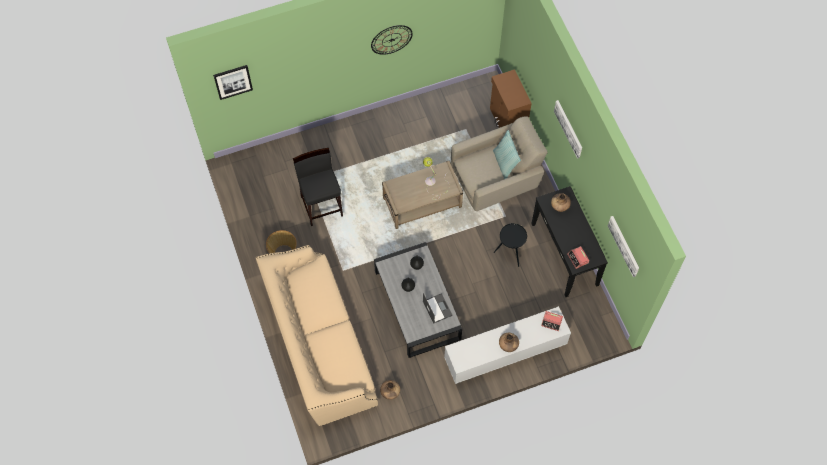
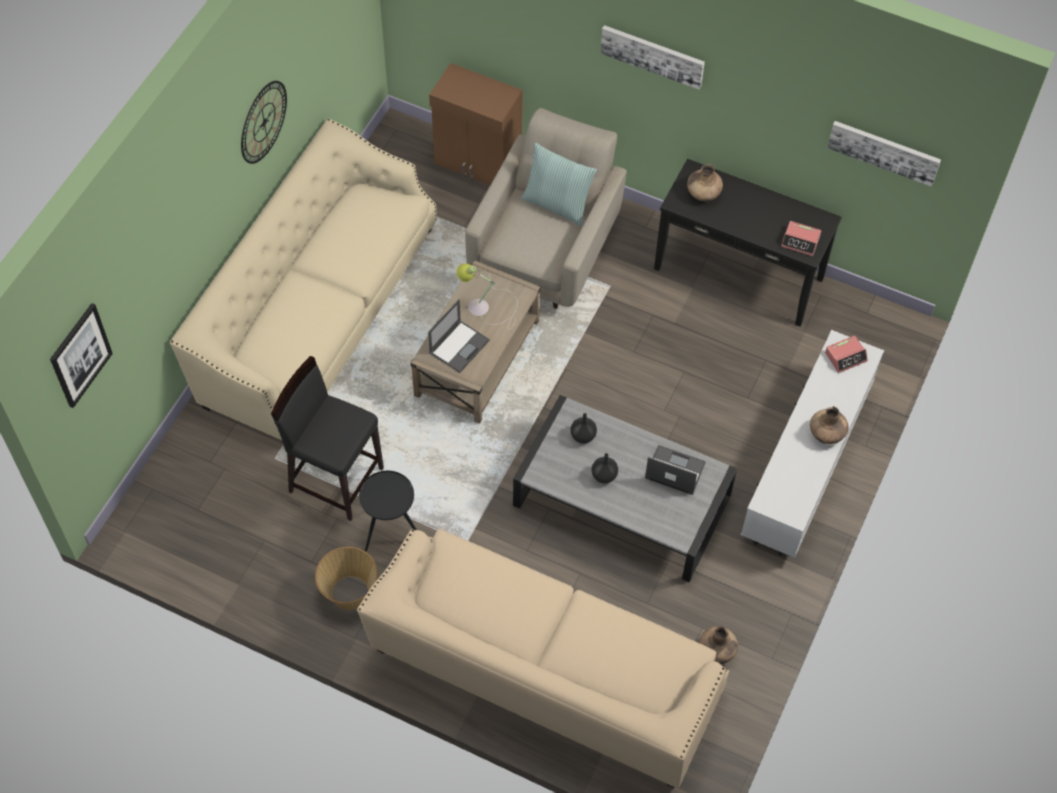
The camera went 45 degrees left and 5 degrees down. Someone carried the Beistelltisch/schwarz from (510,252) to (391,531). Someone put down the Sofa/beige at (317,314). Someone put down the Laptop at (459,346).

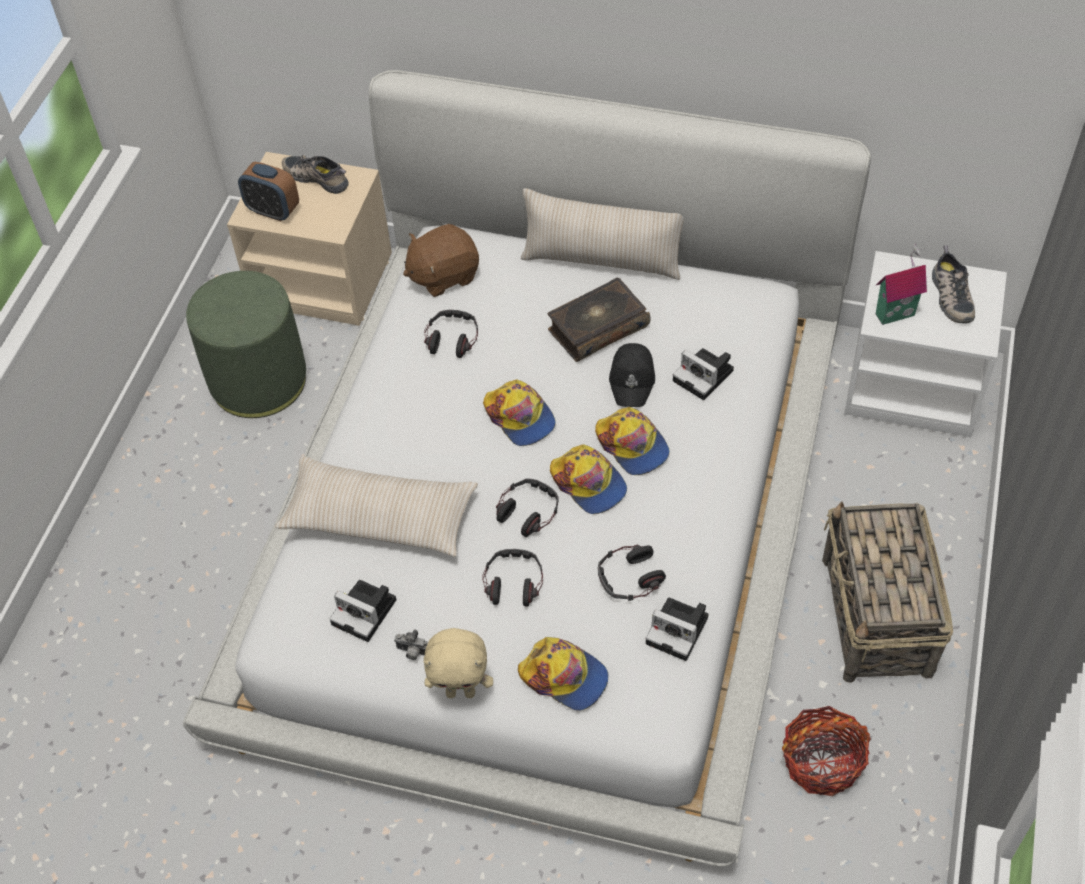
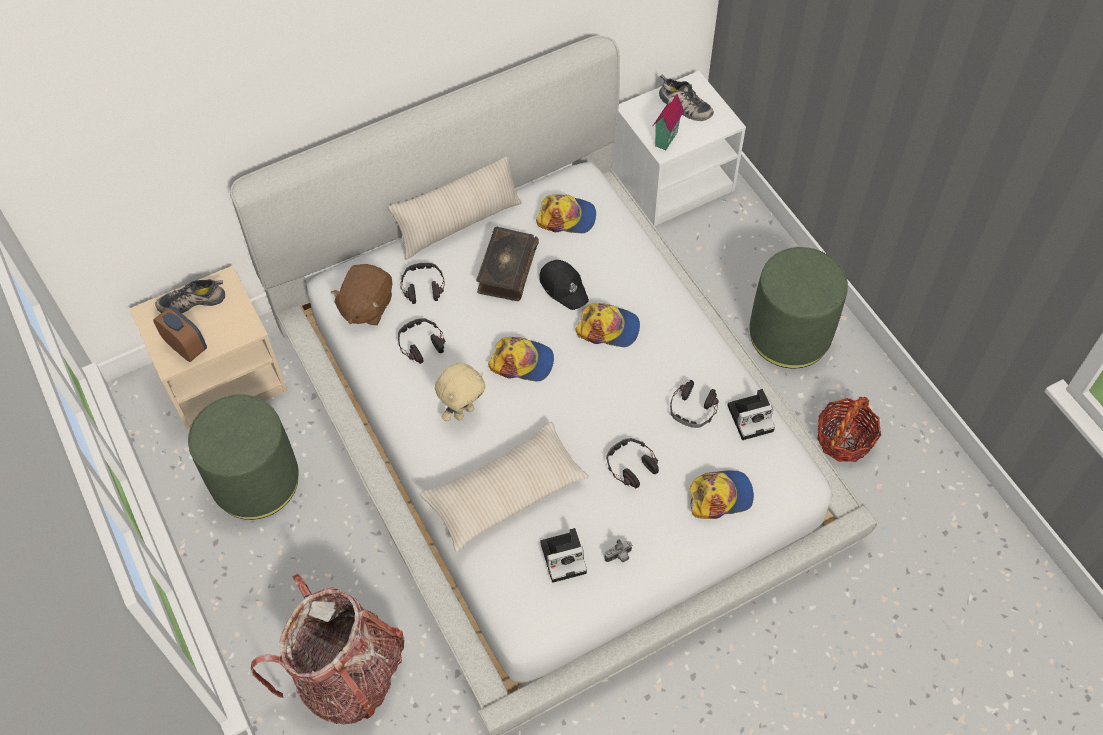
The camera went 45 degrees left and 5 degrees up. Someone rotated the Wecker at (273,211) by 120 degrees counterclockwise. Someone carried the Plüschtier/beige from (461,692) to (463,412). Someone carried the Kopfhörer from (527,511) to (423,286). Someone carried the Kappe from (589,483) to (567,217). Someone took away the Kamera at (705,376). Someone swapped the Korb at (876,617) for the Polsterhocker/grün at (790,334). Someone put down the Rucksack at (347,674).

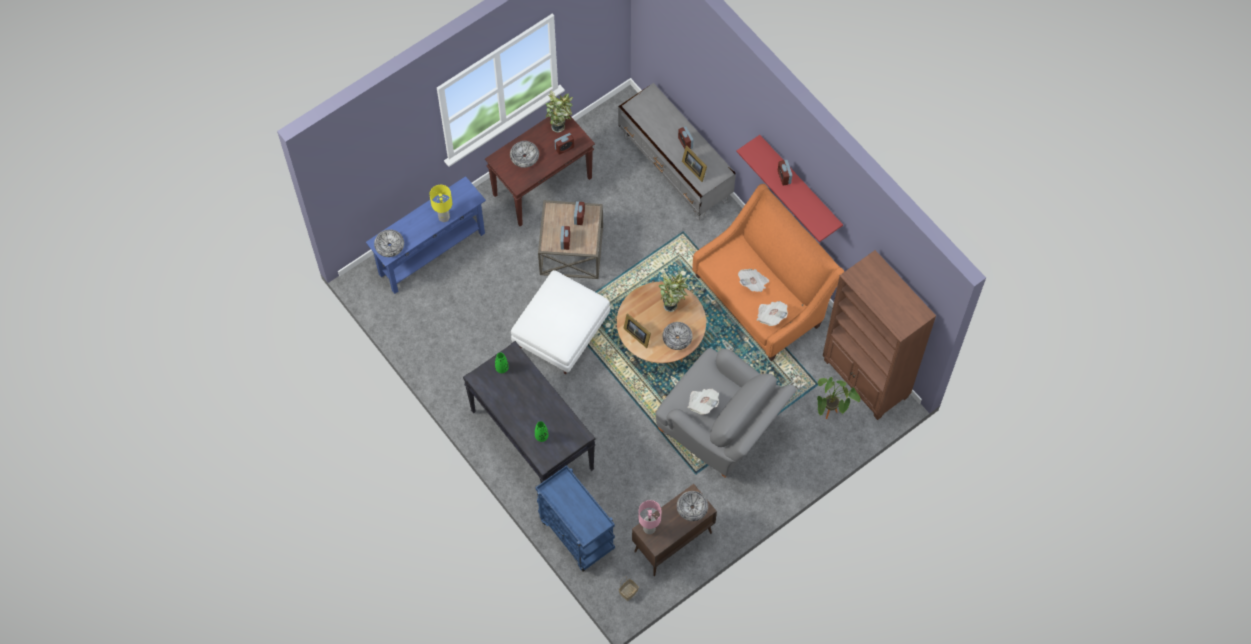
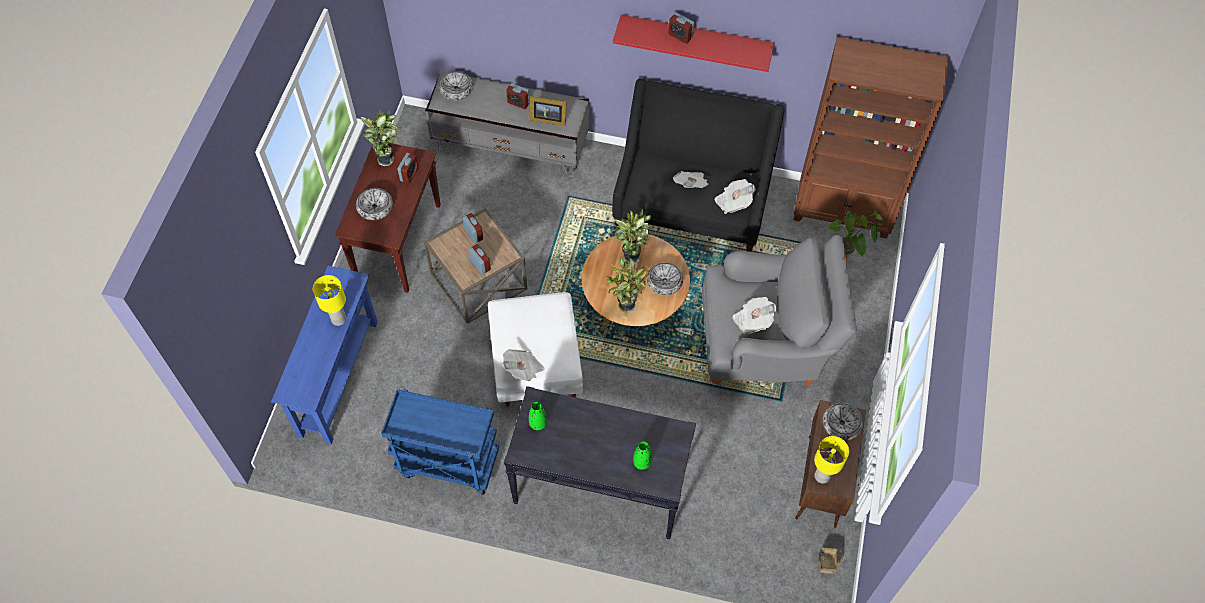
The camera went 40 degrees left and 5 degrees down. Someone carried the Schüssel from (389,245) to (456,89). Someone carried the Rollwagen/blau from (575,533) to (447,464). Someone swapped the Bilderrahmen at (637,334) for the Topfpflanze at (624,304). Someone repainted the Tischlampe/rosa at (649,528), which became the Tischlampe/gelb at (821,476). Someone repainted the Sofa/orange at (763,297), which became the Sofa/schwarz at (691,203). Someone put down the Zeitung at (523,369).

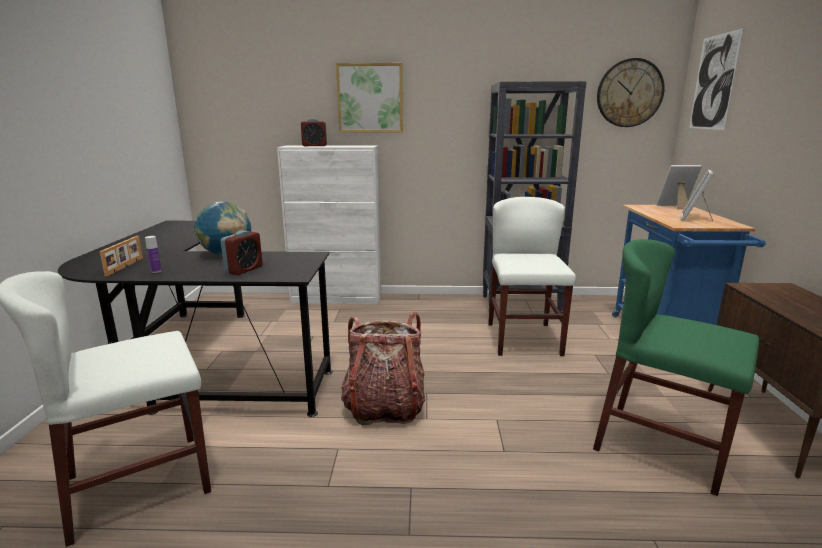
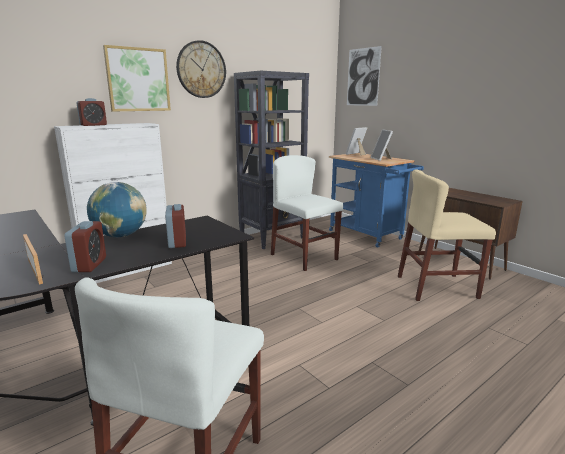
The camera went 40 degrees left and 0 degrees up. Someone swapped the Flasche at (156,271) for the Wecker at (89,265). Someone took away the Rucksack at (384,407). Someone repainted the Stuhl/grün at (661,446), which became the Stuhl/beige at (436,287). Someone carried the Wanduhr from (629,93) to (201,69).

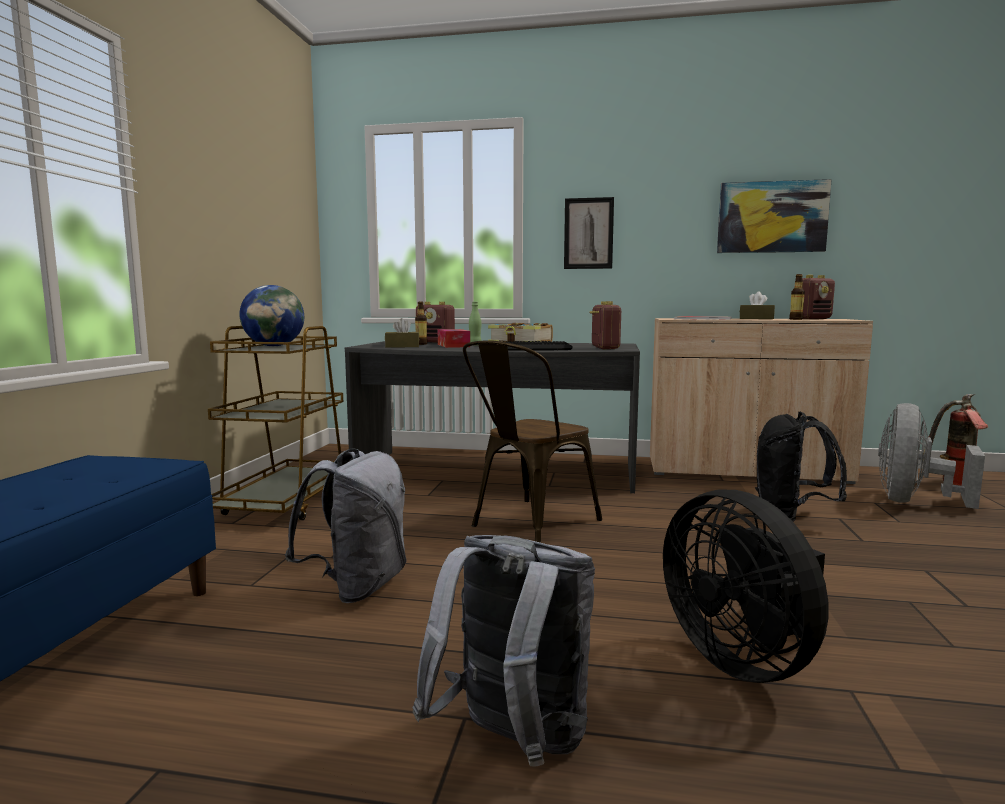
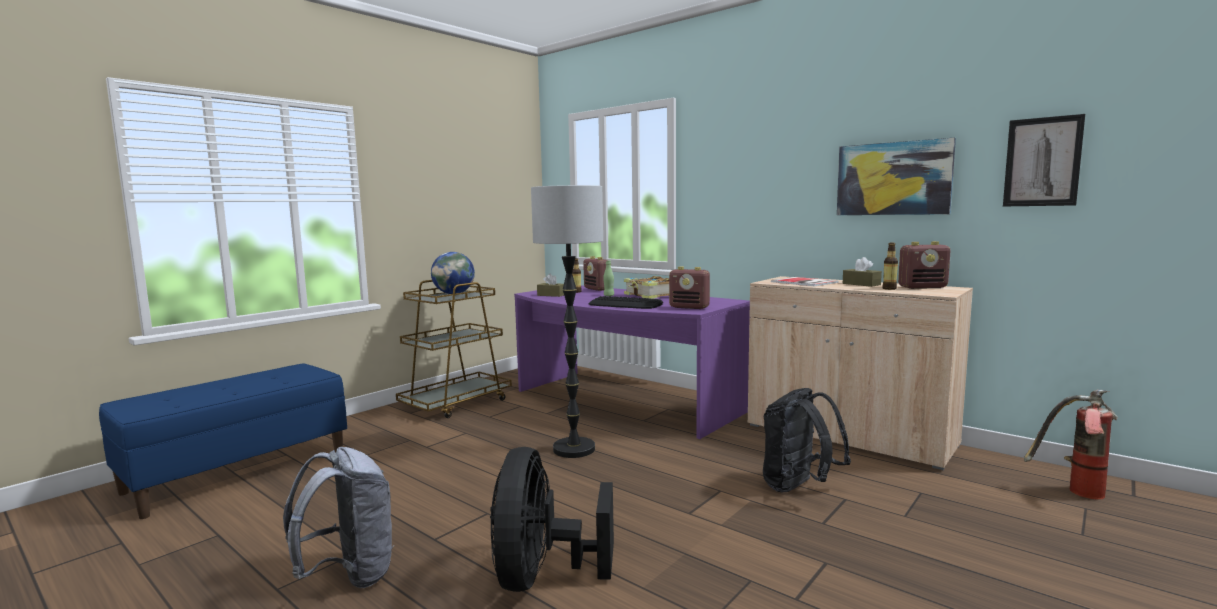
The camera went 30 degrees right and 0 degrees up. Someone took away the Rucksack/grau at (357,587). Someone repainted the Schreibtisch/grau at (495,473), which became the Schreibtisch/lila at (622,402). Someone took away the Taschentuchbox at (453,345). Someone swapped the Stuhl/braun at (528,524) for the Stehlampe at (573,449). Someone carried the Bild from (588,233) to (1042,162). Someone rotated the Radio at (605,348) by 90 degrees clockwise. Someone took away the Ventilator/grau at (913,501).

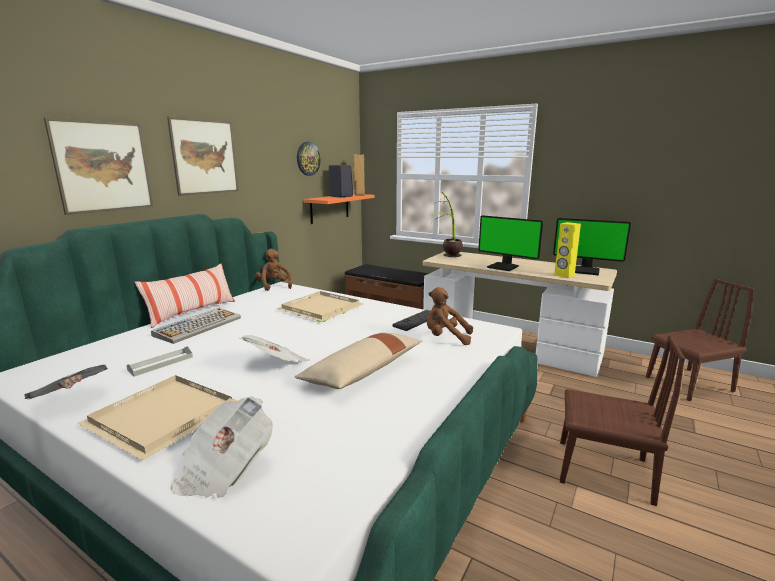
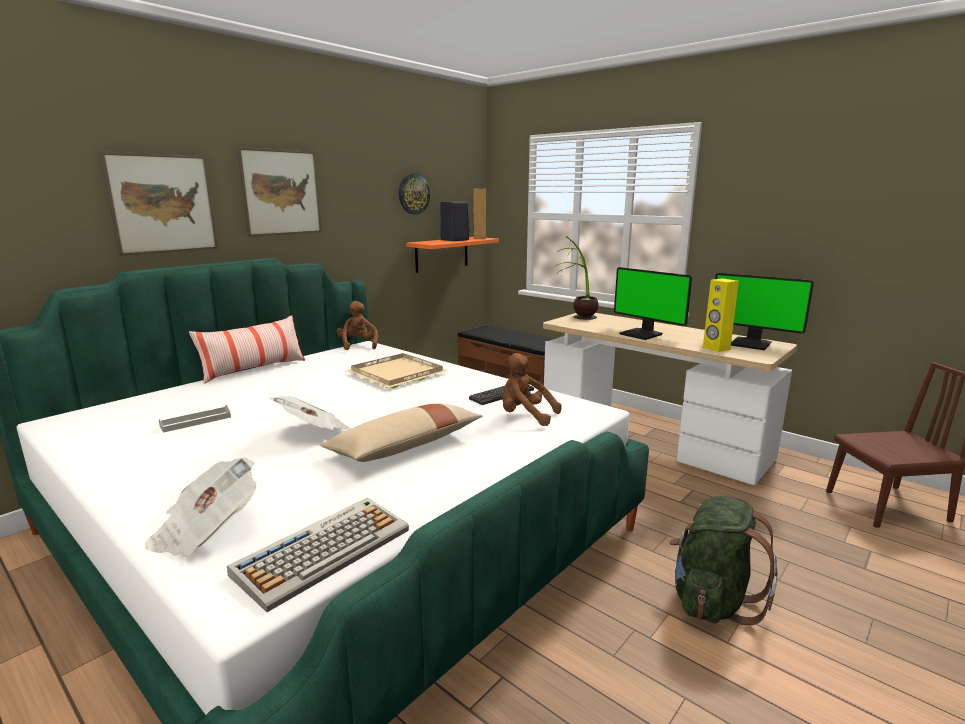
The camera went 10 degrees right and 0 degrees up. Someone took away the Zeitung at (71,399). Someone took away the Tablett/beige at (167,416). Someone carried the Tastatur from (198,326) to (324,550). Someone swapped the Stuhl/braun at (603,470) for the Rucksack/grün at (712,600).

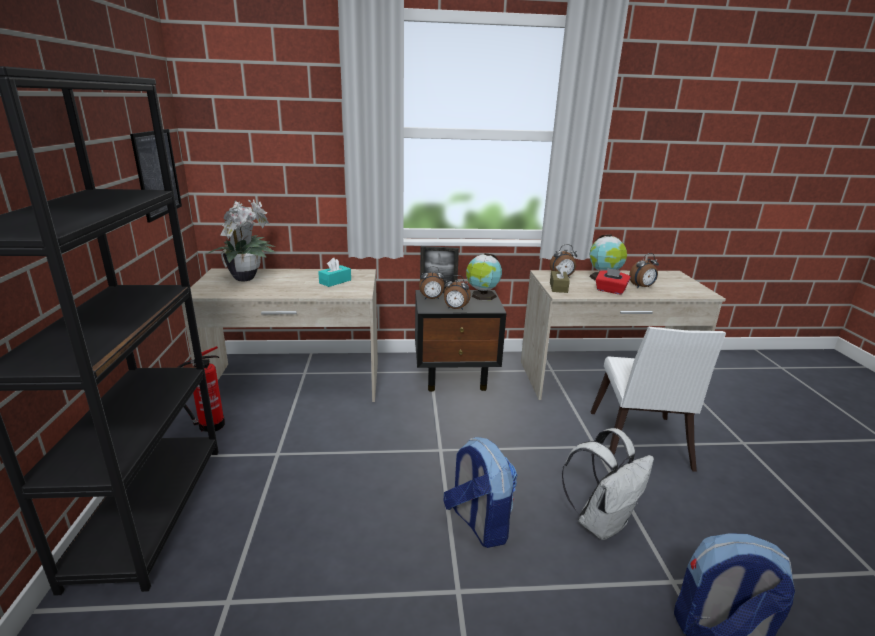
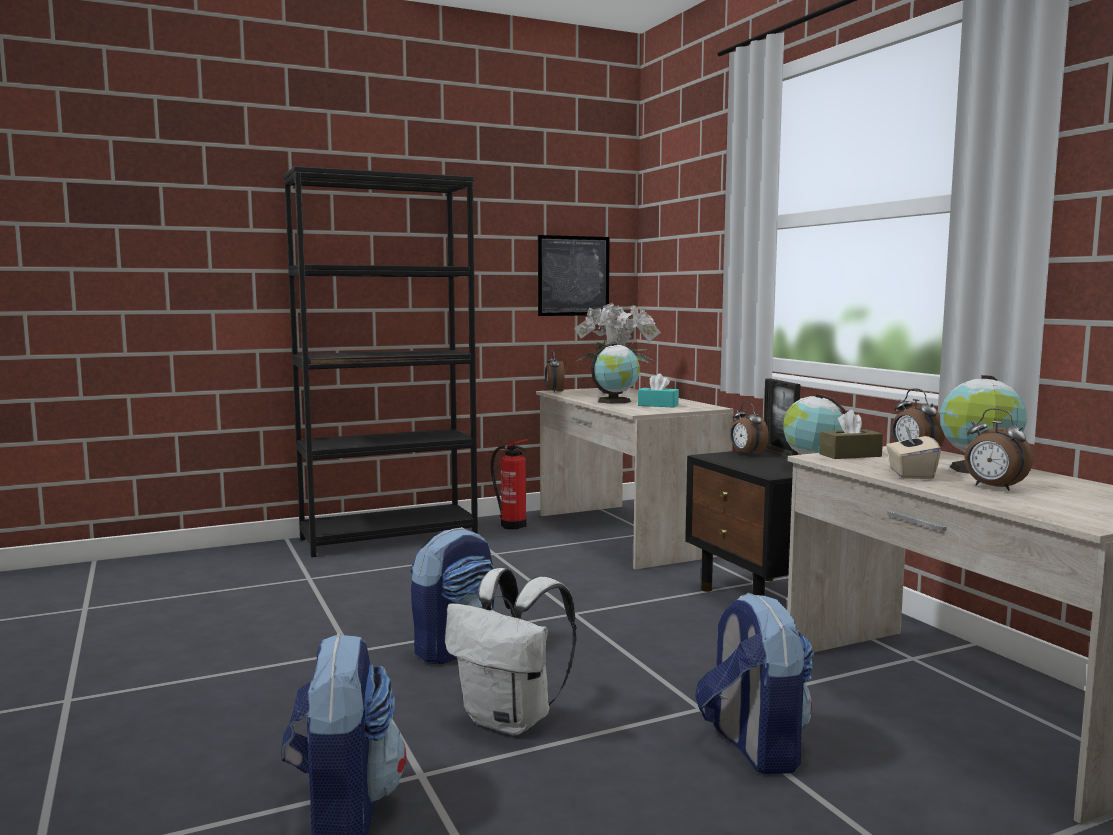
The camera went 70 degrees right and 15 degrees down. Someone carried the Wecker from (455,309) to (554,391). Someone swapped the Stuhl/weiß at (638,445) for the Rucksack at (753,747). Someone repainted the Taschentuchbox/rot at (610,290), which became the Taschentuchbox/beige at (910,474). Someone put down the Globus at (615,401).

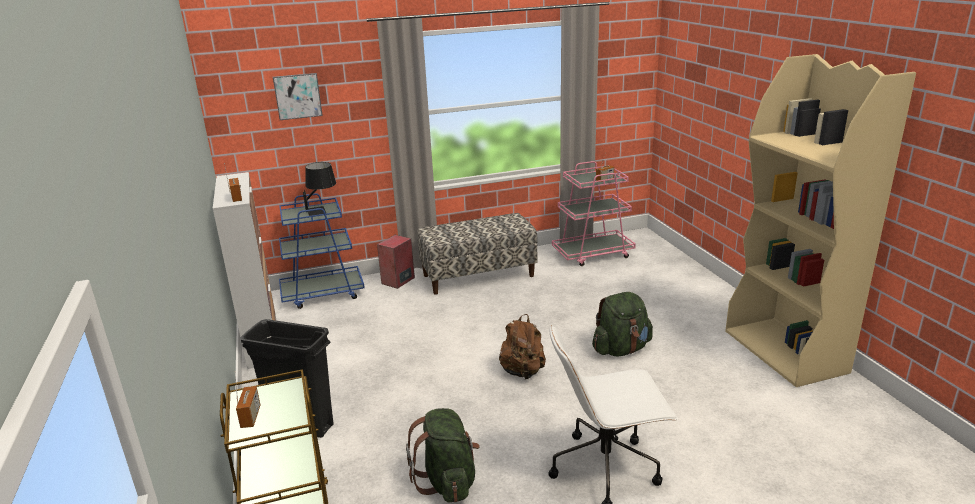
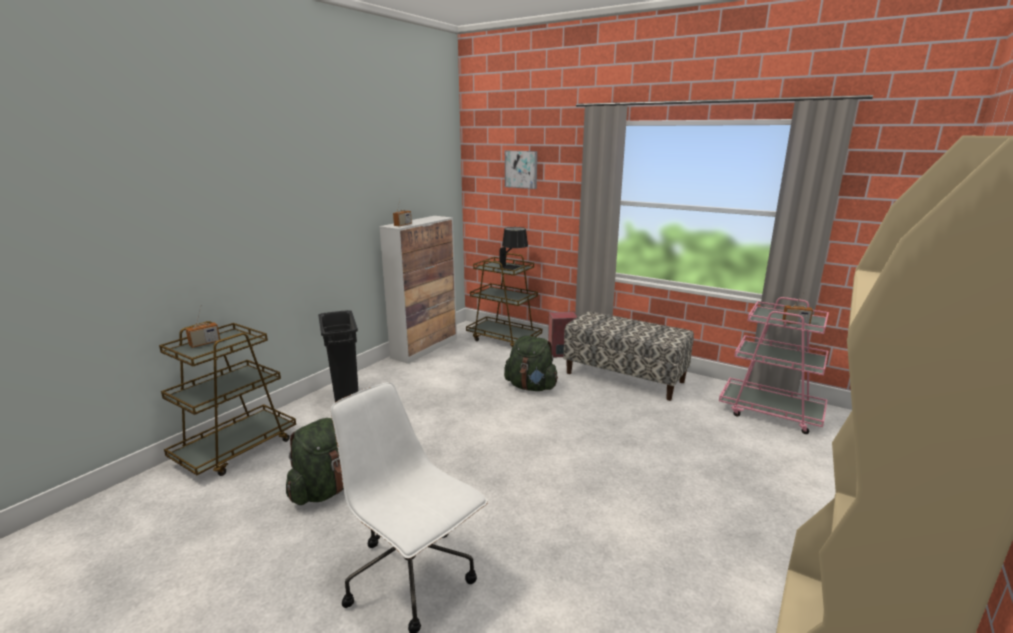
The camera went 50 degrees right and 5 degrees down. Someone repainted the Rollwagen/blau at (323,294), which became the Rollwagen/braun at (504,339). Someone took away the Rucksack/braun at (523,372). Someone carried the Rucksack/grün from (621,349) to (531,387).

